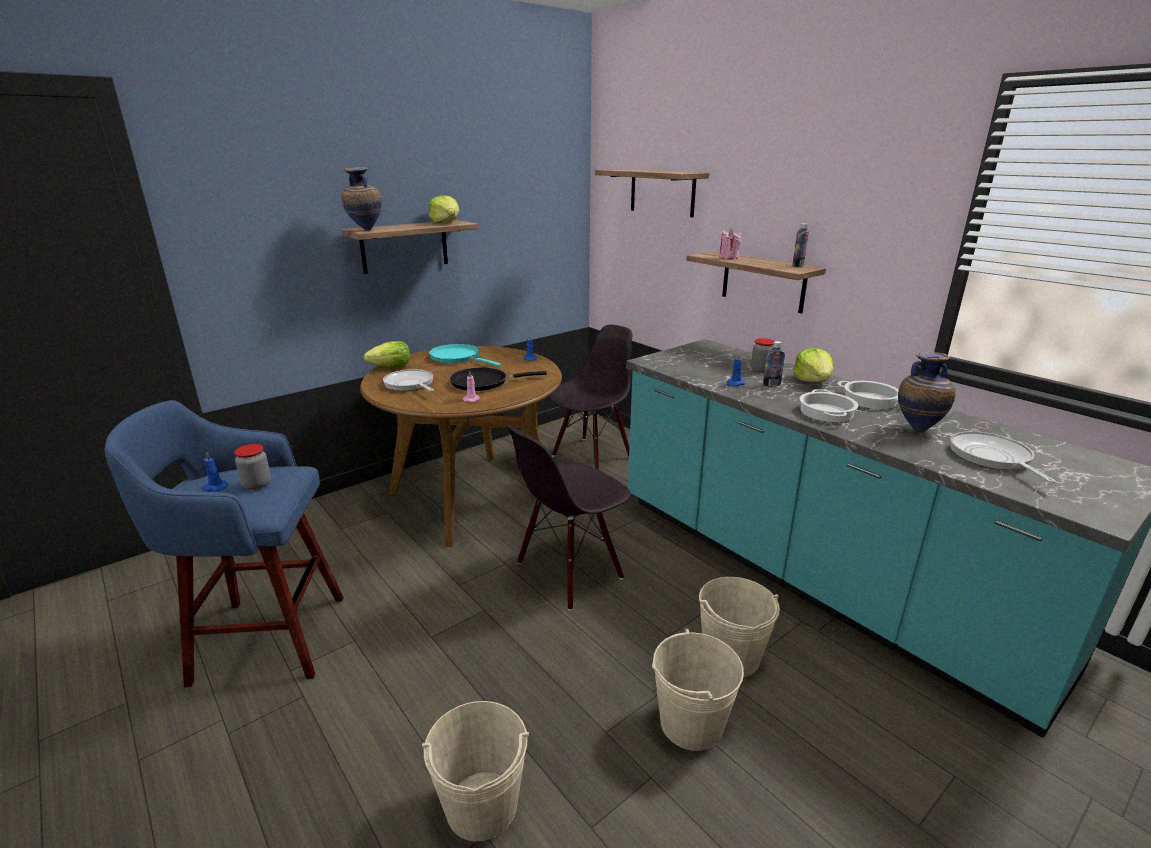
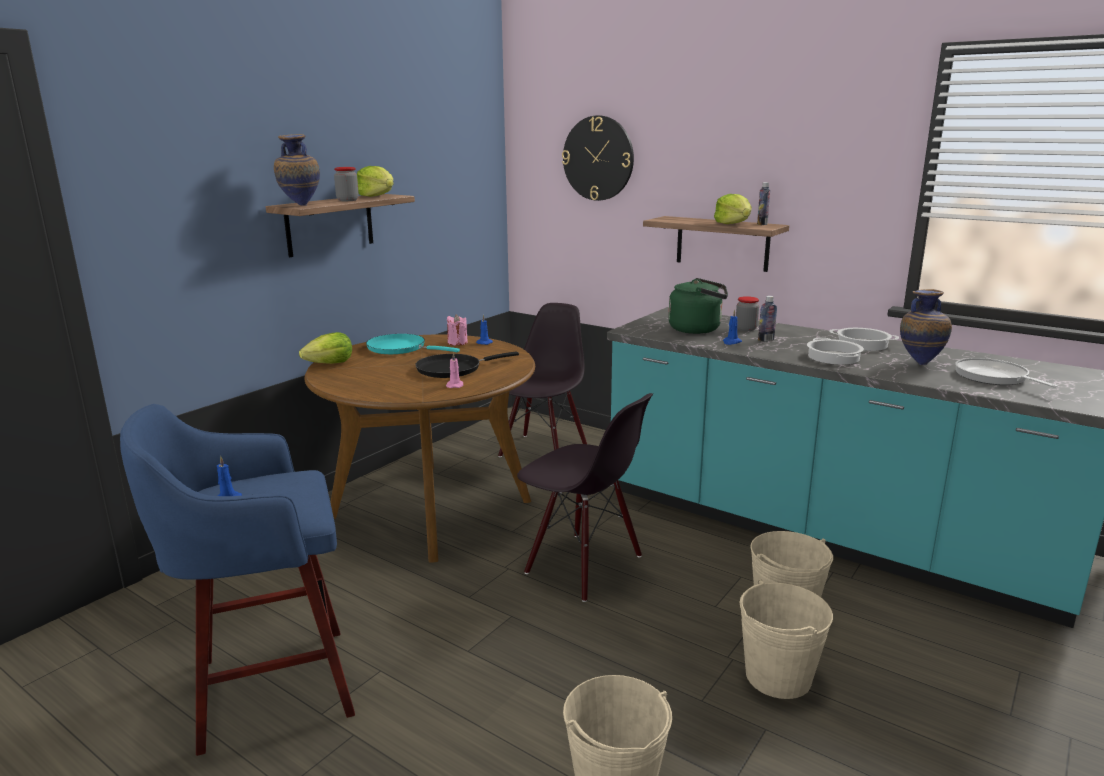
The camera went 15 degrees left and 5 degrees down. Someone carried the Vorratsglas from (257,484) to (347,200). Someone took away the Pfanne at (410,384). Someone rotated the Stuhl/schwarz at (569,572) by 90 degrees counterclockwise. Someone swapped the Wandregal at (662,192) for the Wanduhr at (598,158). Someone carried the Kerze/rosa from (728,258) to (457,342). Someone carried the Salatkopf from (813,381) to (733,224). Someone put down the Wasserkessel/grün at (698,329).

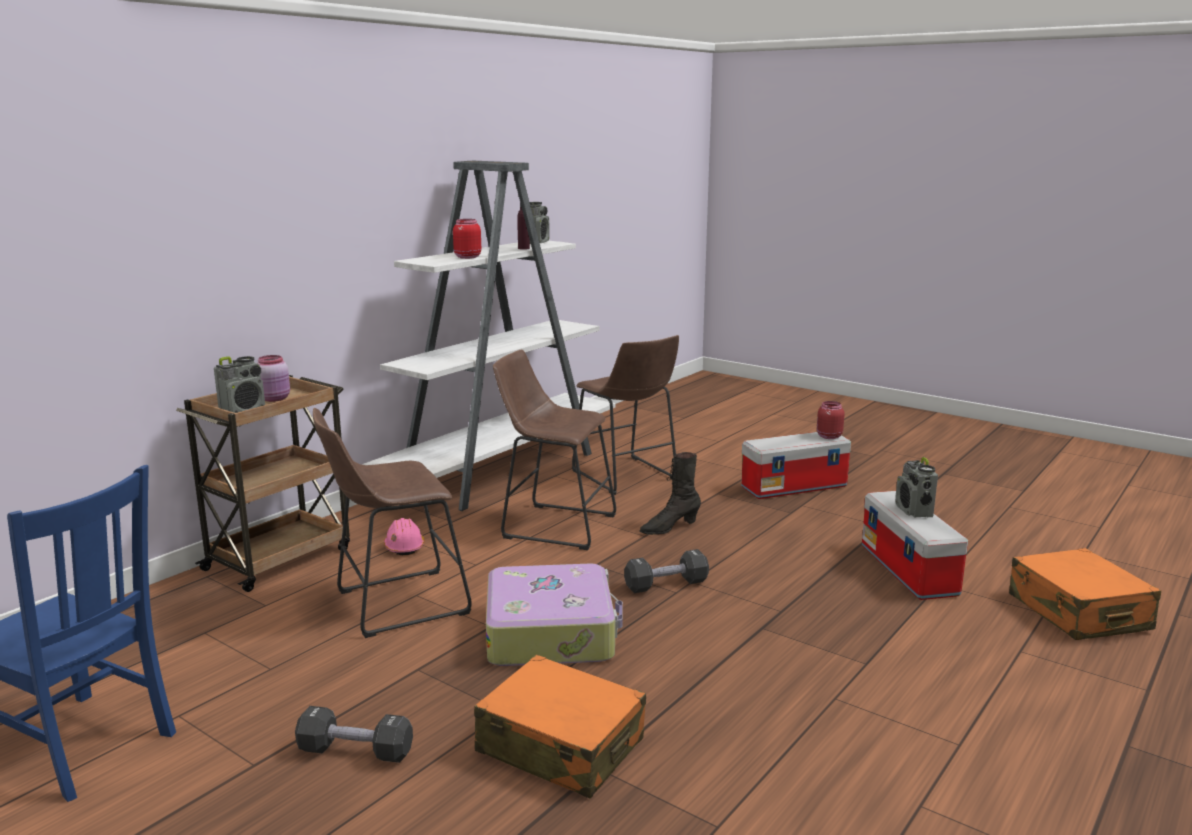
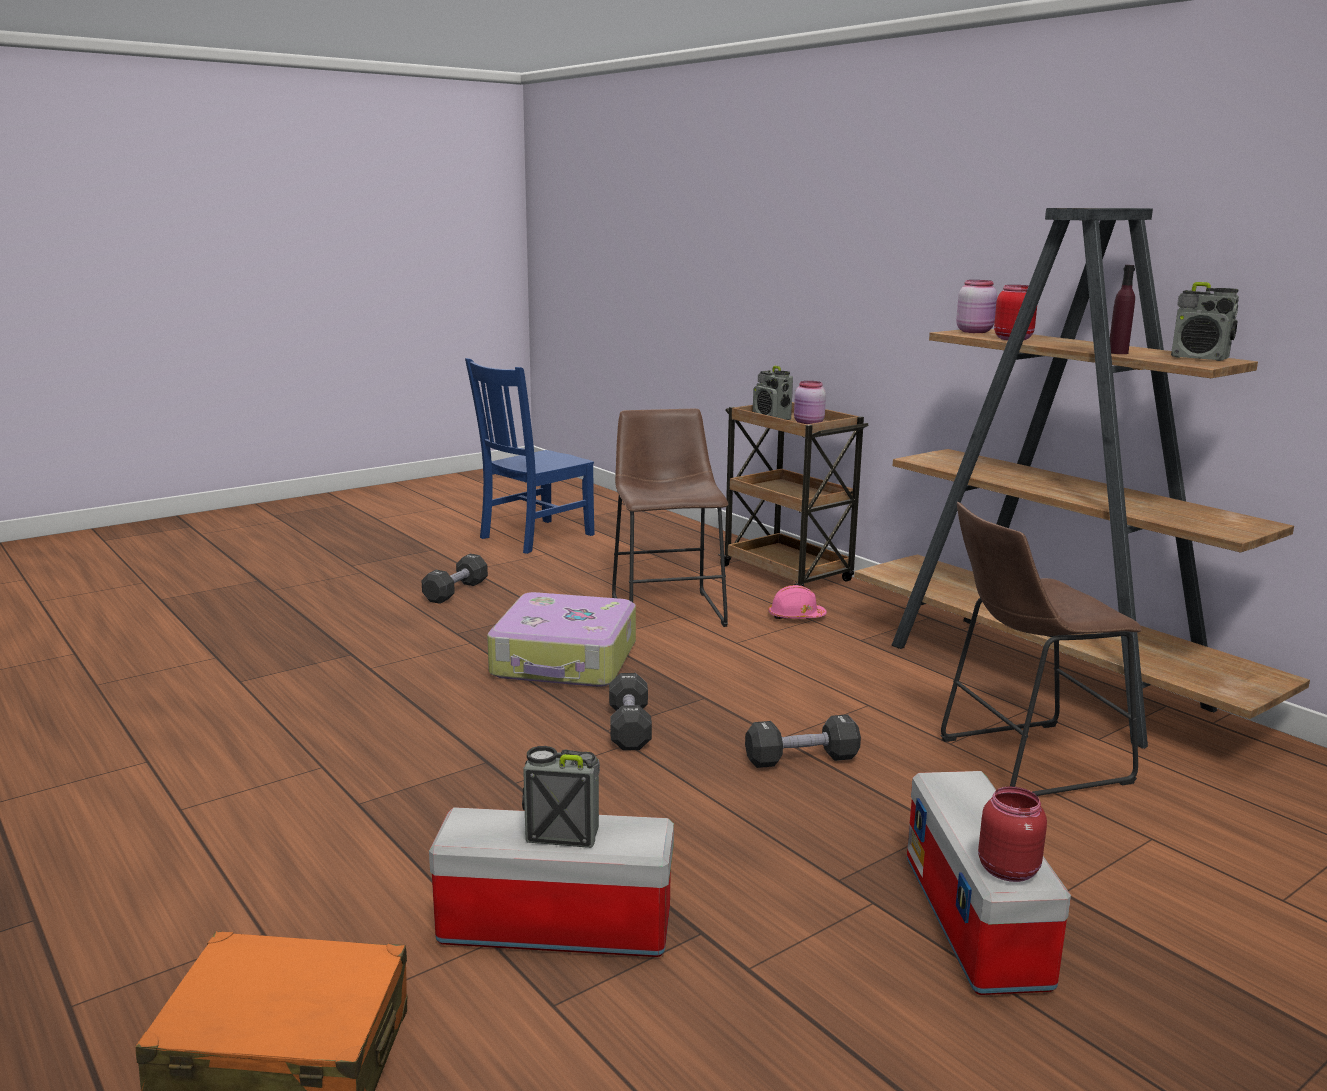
The camera went 105 degrees right and 0 degrees up. Someone repainted the Bücherregal/weiß at (501,470), which became the Bücherregal/braun at (1049,678). Someone took away the Koffer/orange at (560,746). Someone took away the Hocker/braun at (553,525). Someone swapped the Stiefel/schwarz at (669,528) for the Hantel/schwarz at (801,759). Someone put down the Vorratsglas/rosa at (975,331).

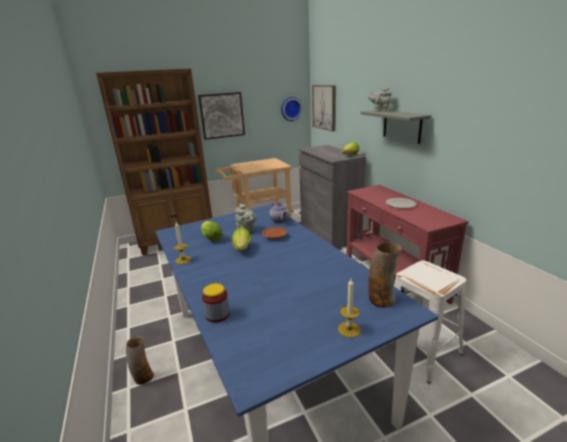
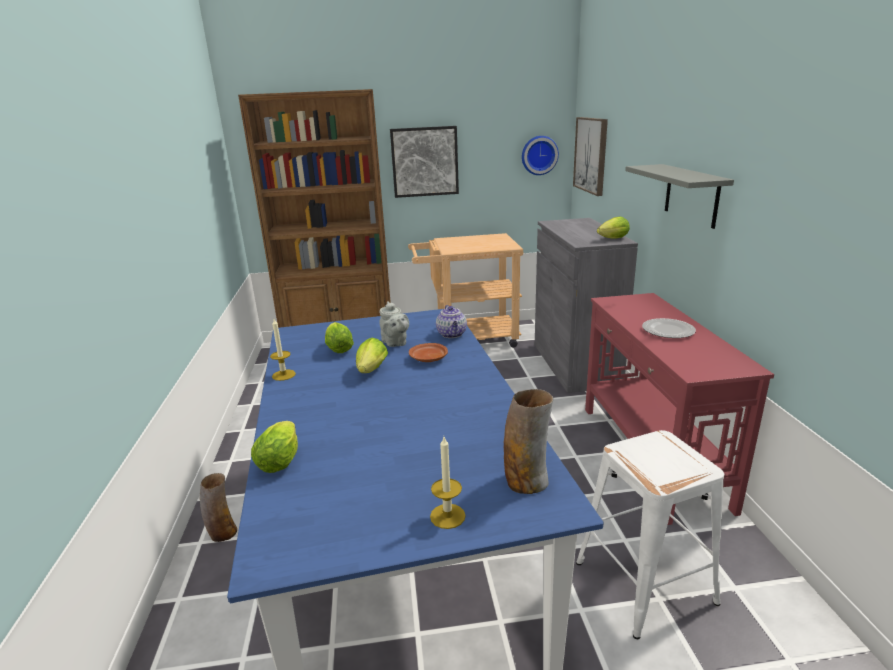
The camera went 15 degrees right and 0 degrees up. Someone swapped the Vorratsglas at (217,314) for the Salatkopf at (281,459). Someone took away the Teekanne/grau at (380,111).

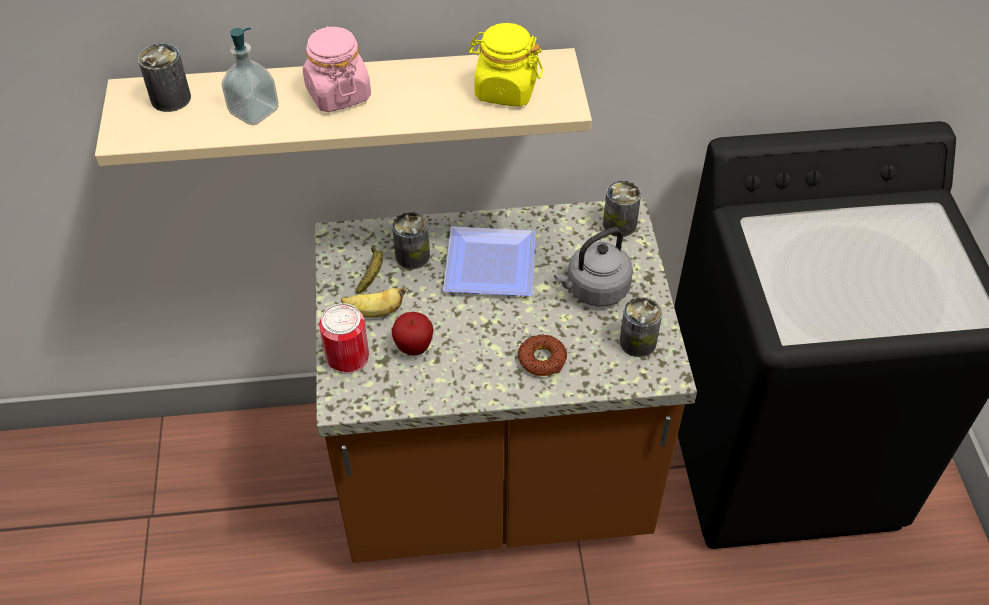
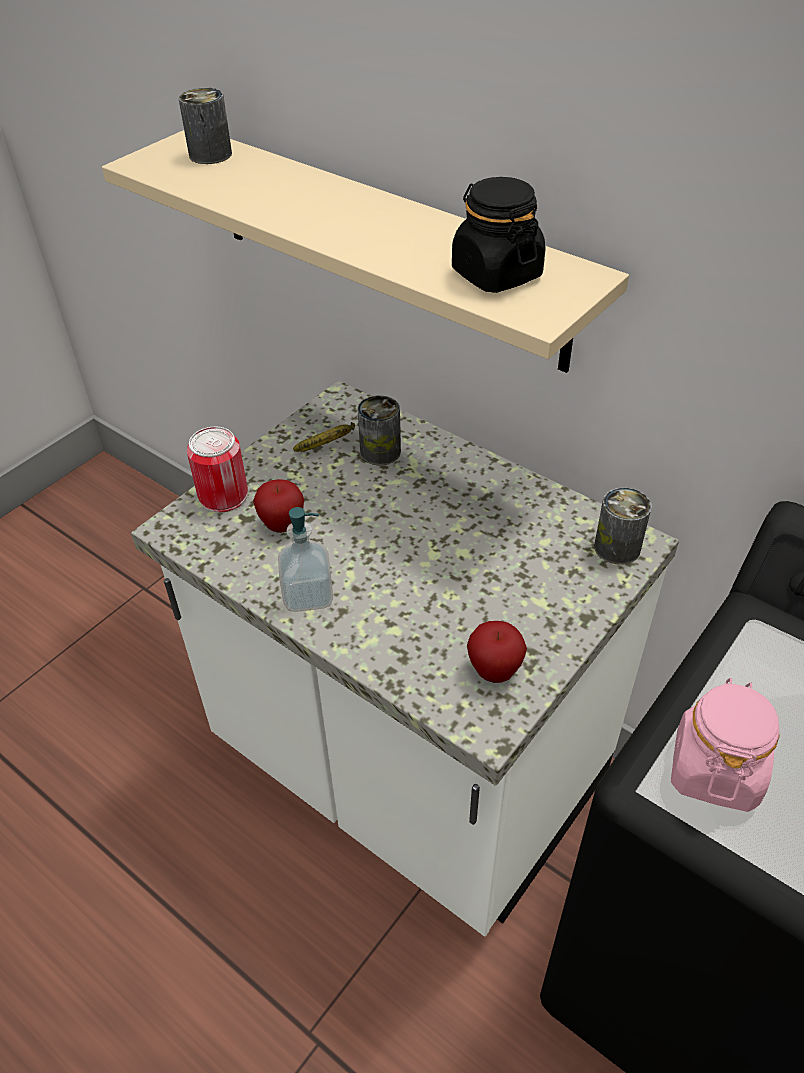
The camera went 45 degrees right and 5 degrees down. Someone carried the Seifenspender from (254,111) to (308,595). Someone carried the Vorratsglas/rosa from (338,93) to (714,769). Someone repainted the Küchenzeile/braun at (494,482), which became the Küchenzeile/weiß at (407,766). Someone took away the Banane at (374,312). Someone took away the Teller at (487,262). Someone repainted the Vorratsglas/gelb at (505,90), which became the Vorratsglas/schwarz at (496,274). Someone took away the Donut at (542,359). Someone took away the Wasserkessel/grau at (594,290). Someone swapped the Dose at (637,342) for the Apfel at (494,671).

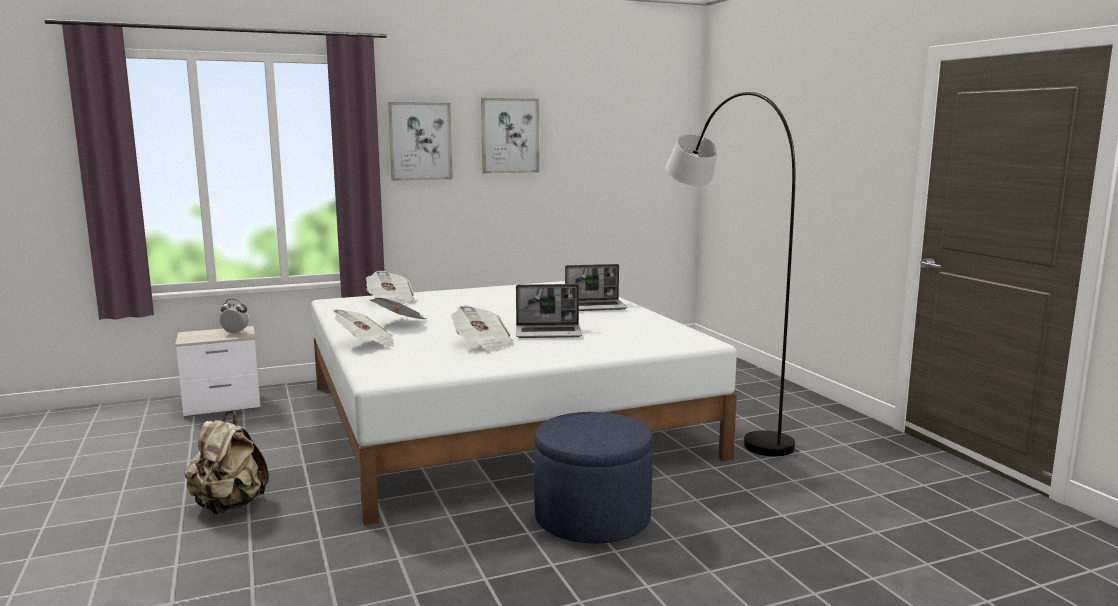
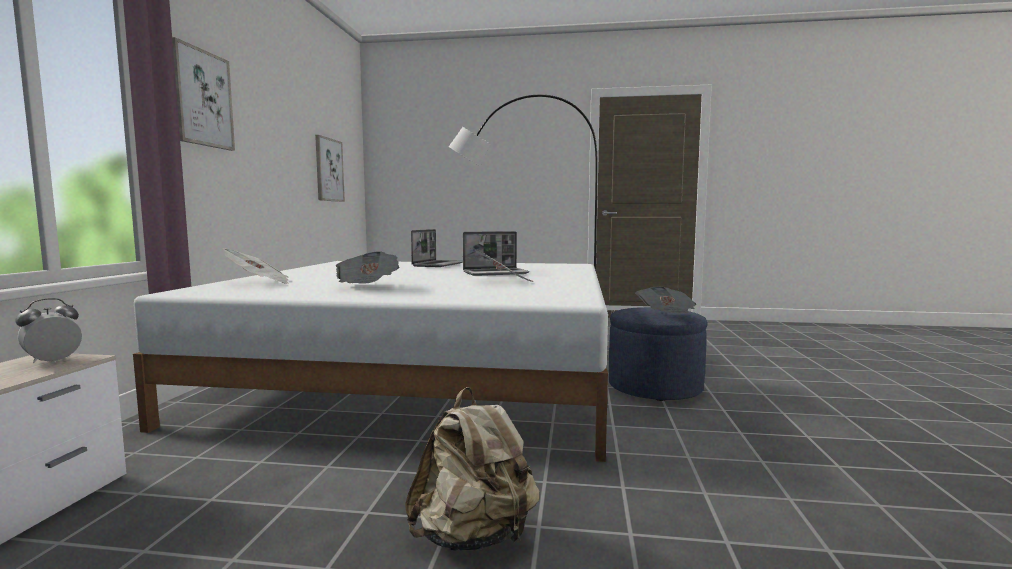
The camera went 60 degrees left and 5 degrees down. Someone carried the Zeitung from (366,344) to (666,317). Someone carried the Bild from (509,135) to (329,170). Someone rotated the Laptop at (549,333) by 45 degrees clockwise.

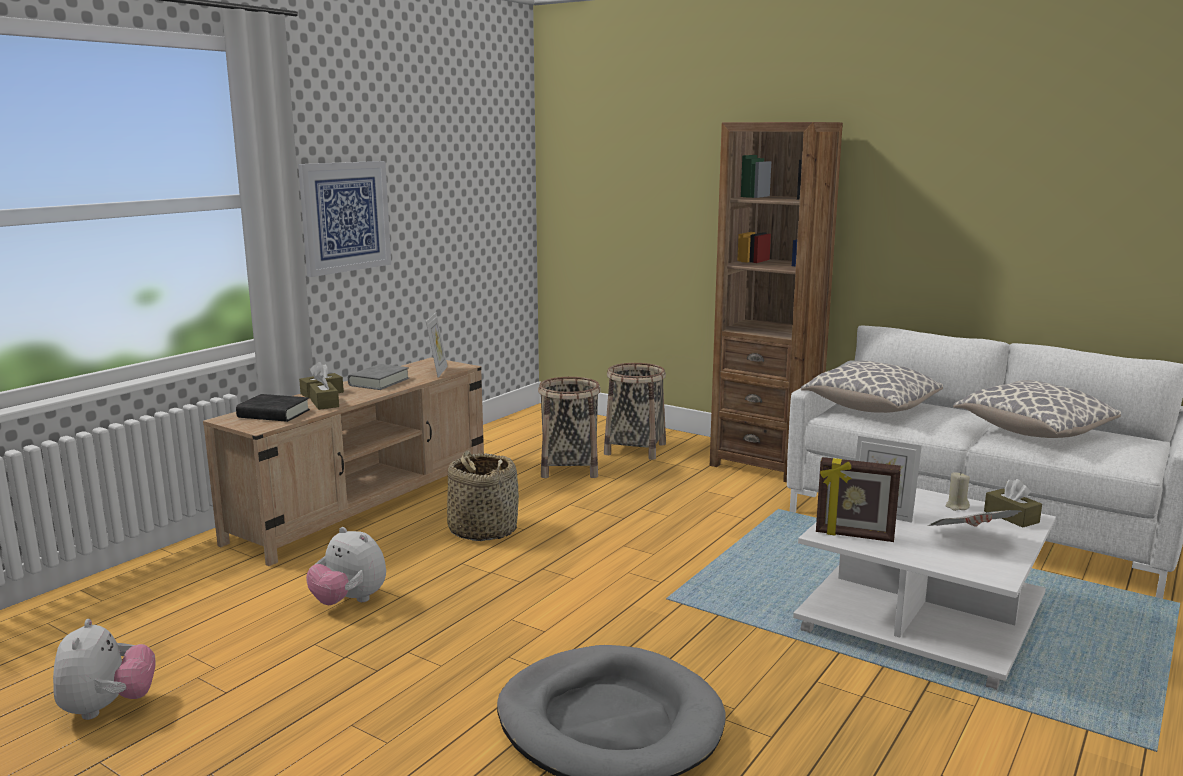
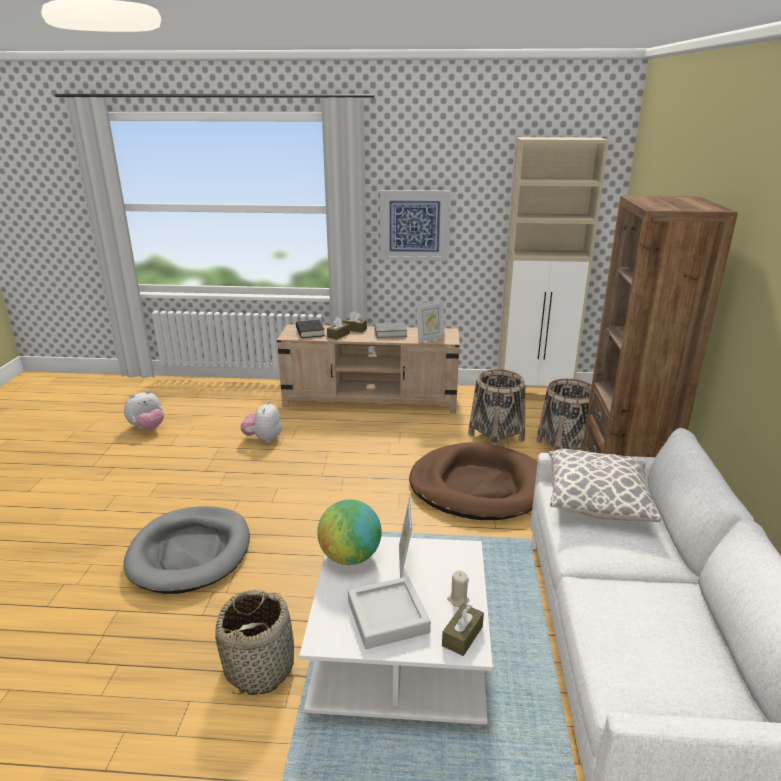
The camera went 60 degrees right and 10 degrees up. Someone carried the Korb from (482,530) to (260,667). Someone swapped the Bilderrahmen at (854,536) for the Globus at (350,557). Someone swapped the Zeitung at (970,540) for the Tablett/grau at (388,617). Someone took away the Kissen at (1032,432). Someone put down the Hundebett/braun at (478,486). Someone put down the Schrank/beige at (534,395).

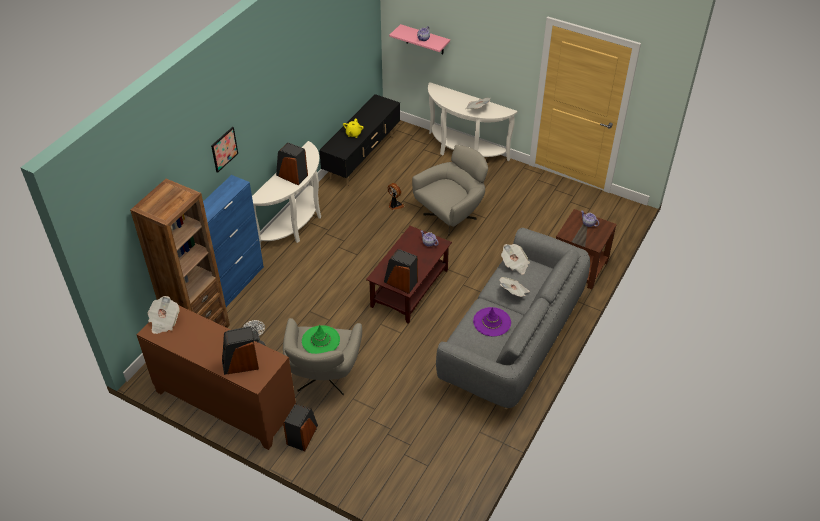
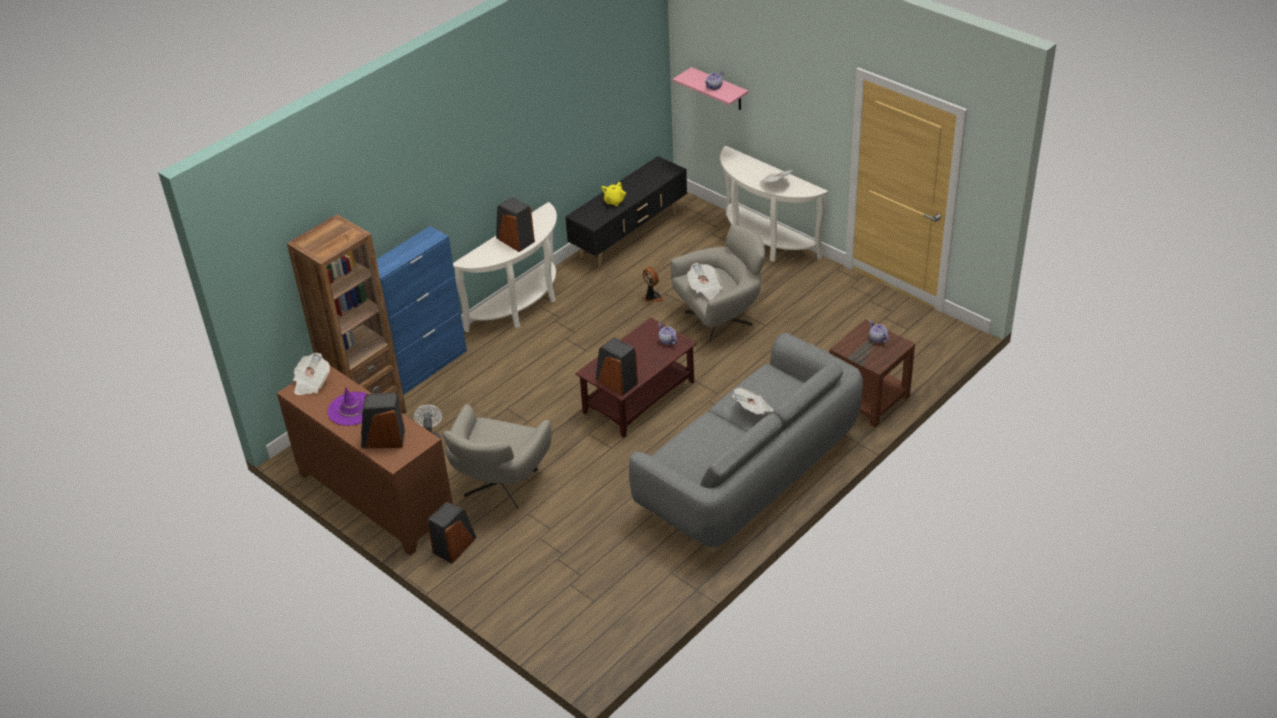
The camera went 15 degrees right and 5 degrees down. Someone took away the Bild at (224,149). Someone took away the Hut/grün at (320,340). Someone carried the Hut/lila from (492,322) to (352,409). Someone carried the Zeitung from (515,264) to (705,289).

